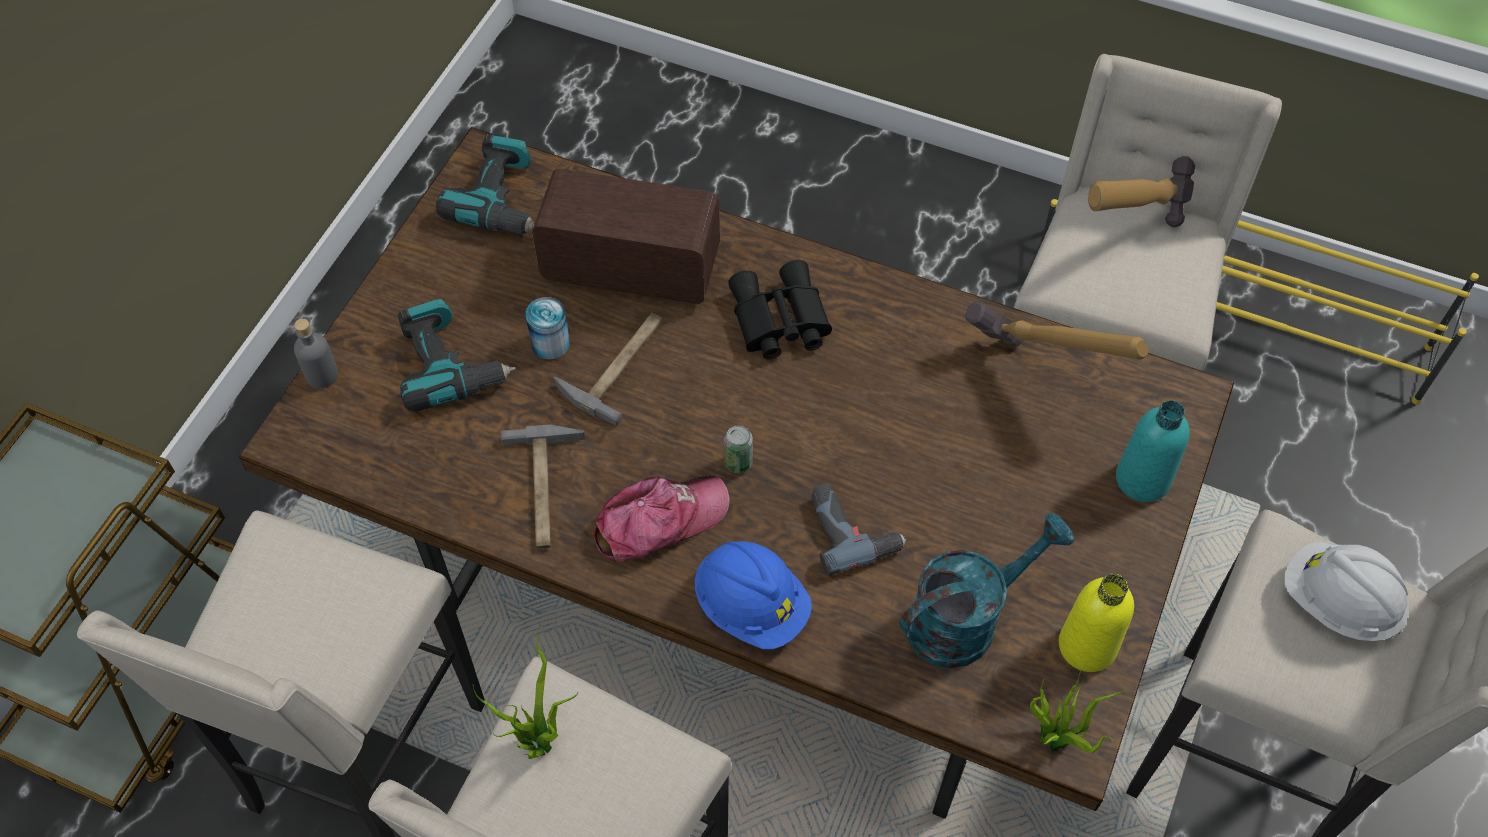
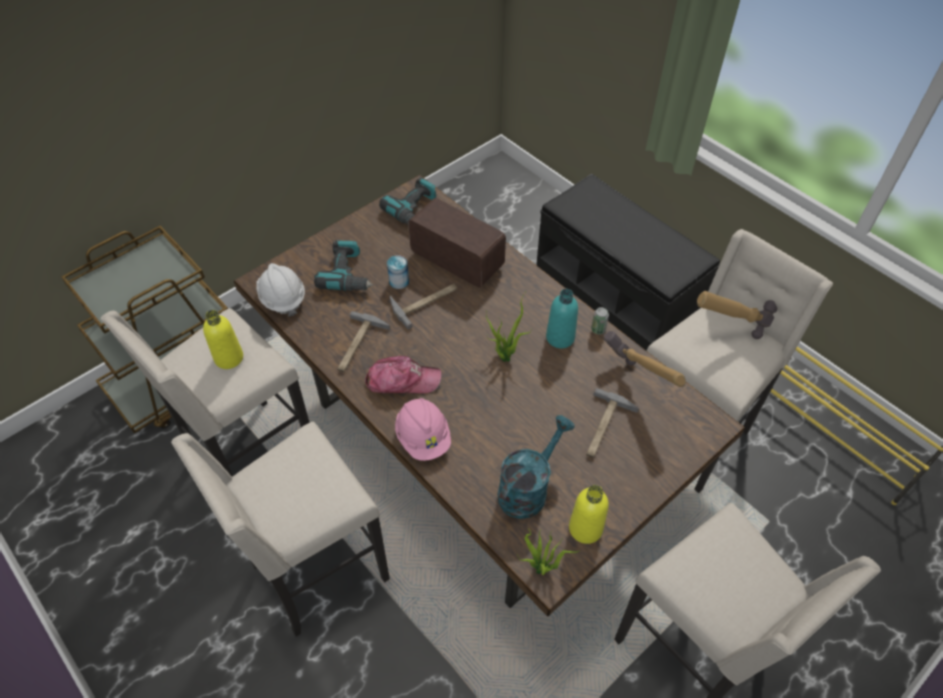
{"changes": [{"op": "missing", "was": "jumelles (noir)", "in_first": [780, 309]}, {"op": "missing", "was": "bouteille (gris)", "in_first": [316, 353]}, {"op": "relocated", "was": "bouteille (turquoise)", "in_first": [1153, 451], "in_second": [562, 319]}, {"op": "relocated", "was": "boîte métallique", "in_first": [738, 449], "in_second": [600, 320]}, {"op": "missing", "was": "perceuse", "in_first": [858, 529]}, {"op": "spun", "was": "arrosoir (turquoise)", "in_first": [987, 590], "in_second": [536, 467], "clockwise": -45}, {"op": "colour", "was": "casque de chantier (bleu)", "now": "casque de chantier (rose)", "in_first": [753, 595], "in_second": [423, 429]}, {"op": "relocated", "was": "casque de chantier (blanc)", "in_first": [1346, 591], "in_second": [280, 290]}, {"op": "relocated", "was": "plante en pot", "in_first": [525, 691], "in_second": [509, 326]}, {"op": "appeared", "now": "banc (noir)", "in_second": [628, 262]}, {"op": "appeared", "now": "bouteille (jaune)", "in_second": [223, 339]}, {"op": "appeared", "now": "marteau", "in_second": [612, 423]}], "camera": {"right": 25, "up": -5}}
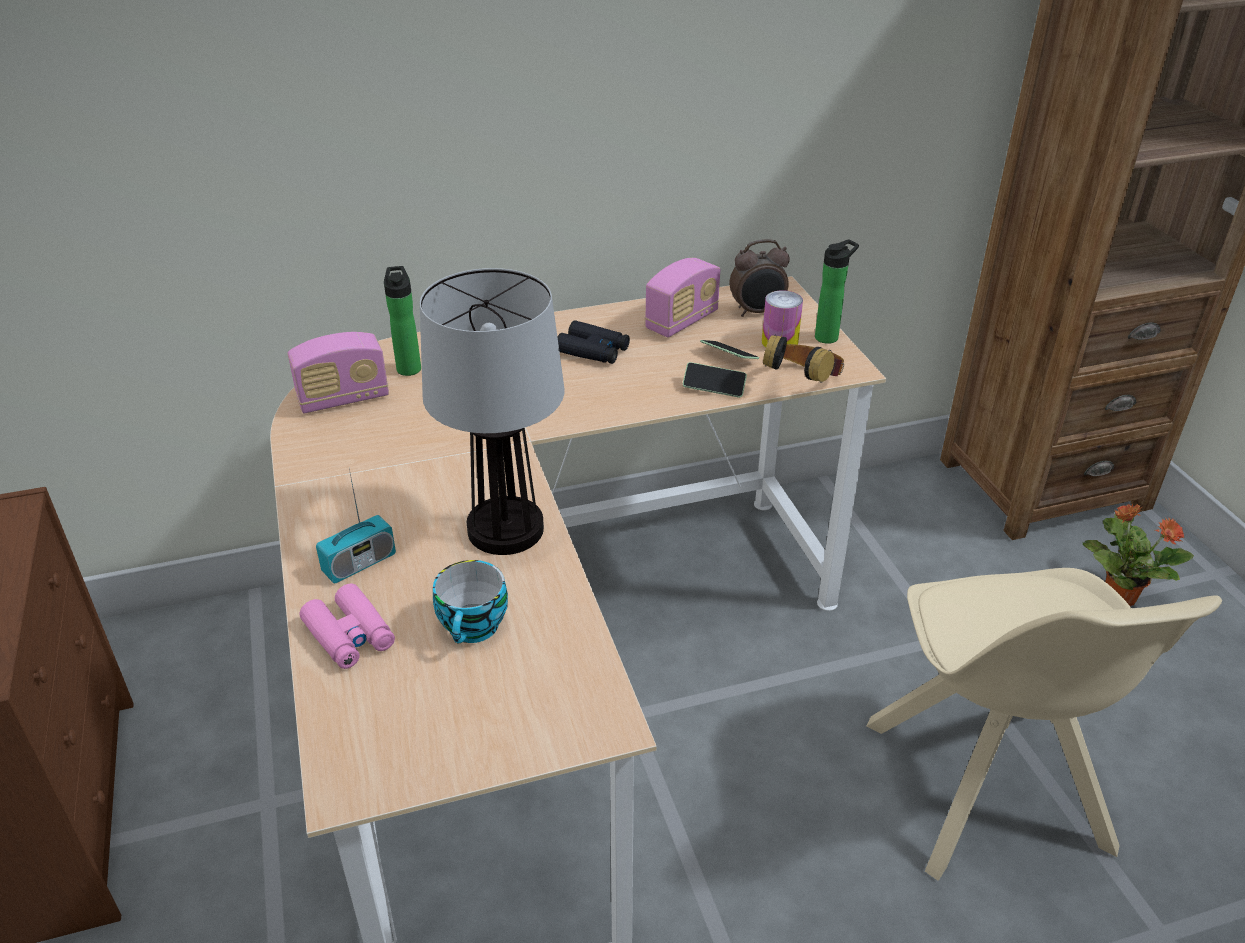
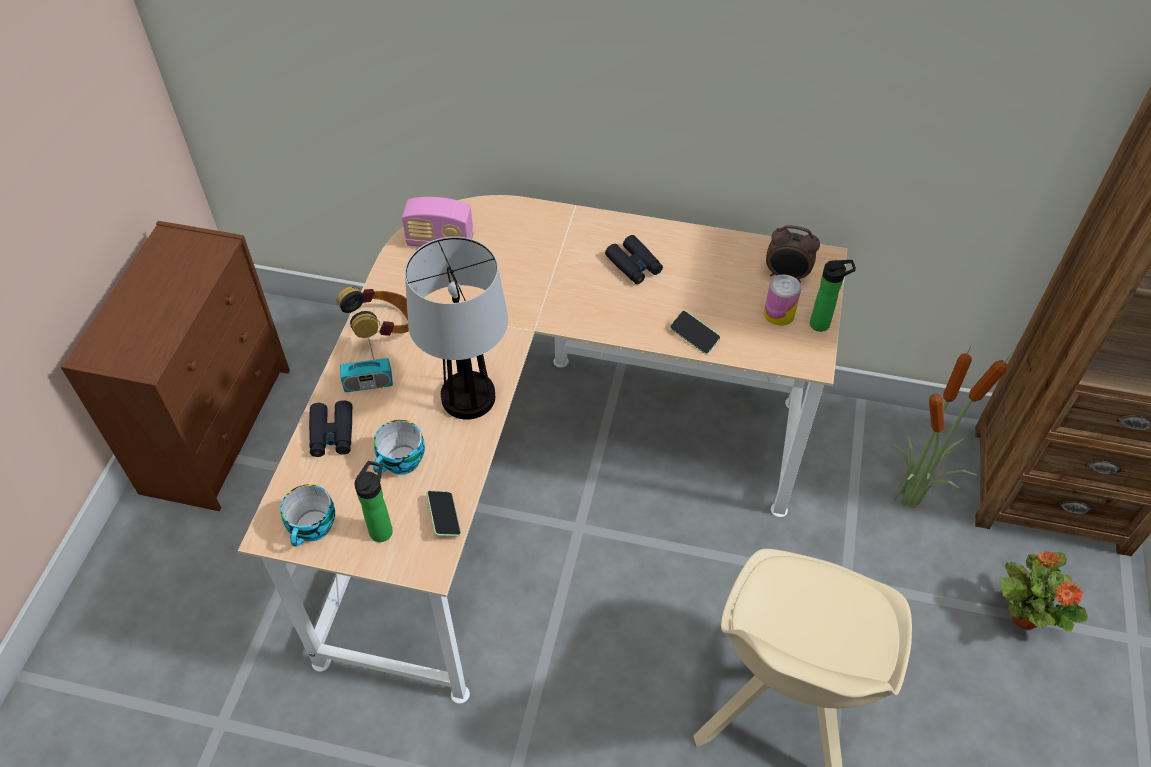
{"changes": [{"op": "missing", "was": "radio", "in_first": [682, 298]}, {"op": "relocated", "was": "bouteille", "in_first": [402, 321], "in_second": [373, 501]}, {"op": "relocated", "was": "casque audio", "in_first": [803, 358], "in_second": [373, 312]}, {"op": "relocated", "was": "téléphone", "in_first": [729, 349], "in_second": [444, 513]}, {"op": "colour", "was": "jumelles (rose)", "now": "jumelles (noir)", "in_first": [347, 626], "in_second": [330, 428]}, {"op": "appeared", "now": "plante en pot", "in_second": [952, 425]}, {"op": "appeared", "now": "tasse", "in_second": [307, 515]}], "camera": {"right": 30, "up": 15}}
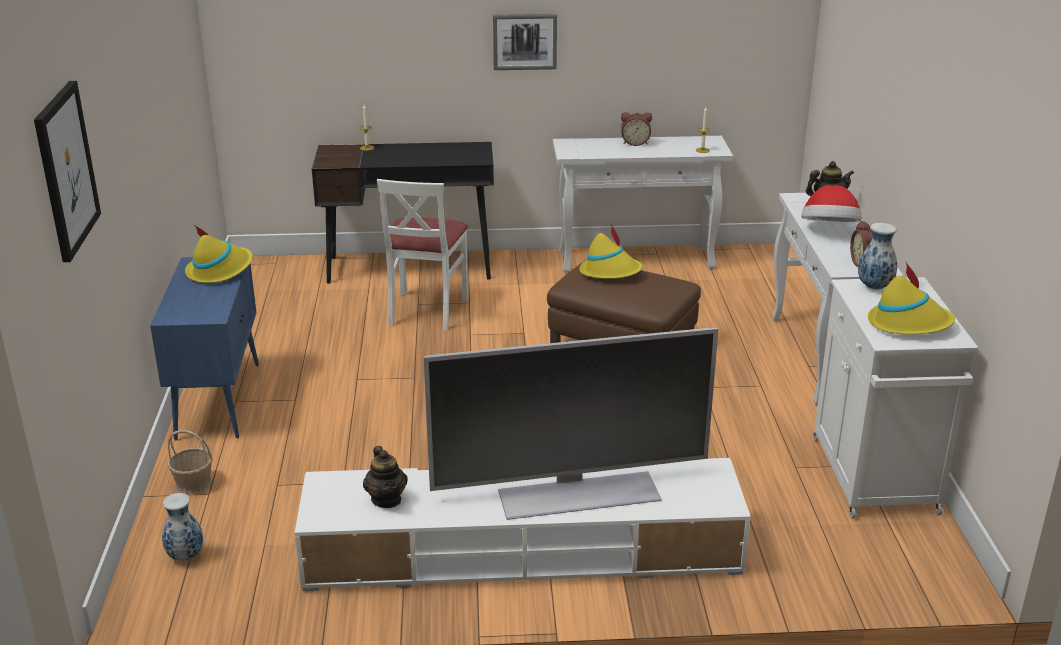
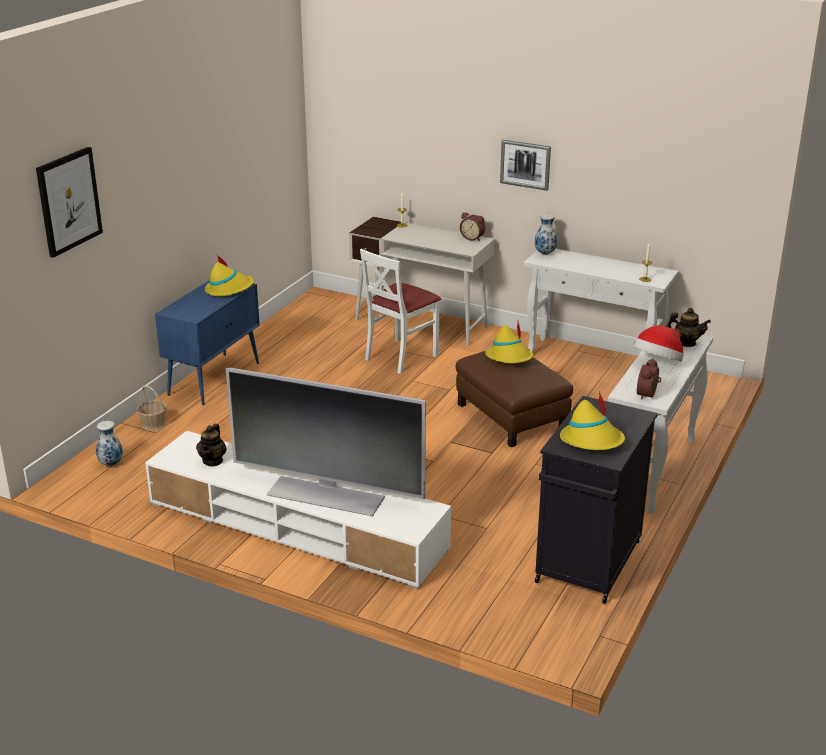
{"changes": [{"op": "relocated", "was": "réveil", "in_first": [636, 129], "in_second": [472, 226]}, {"op": "colour", "was": "bureau (noir)", "now": "bureau (blanc)", "in_first": [403, 213], "in_second": [422, 281]}, {"op": "relocated", "was": "vase", "in_first": [877, 256], "in_second": [546, 234]}, {"op": "colour", "was": "meuble de rangement (blanc)", "now": "meuble de rangement (noir)", "in_first": [896, 398], "in_second": [596, 500]}], "camera": {"right": 30, "up": 0}}
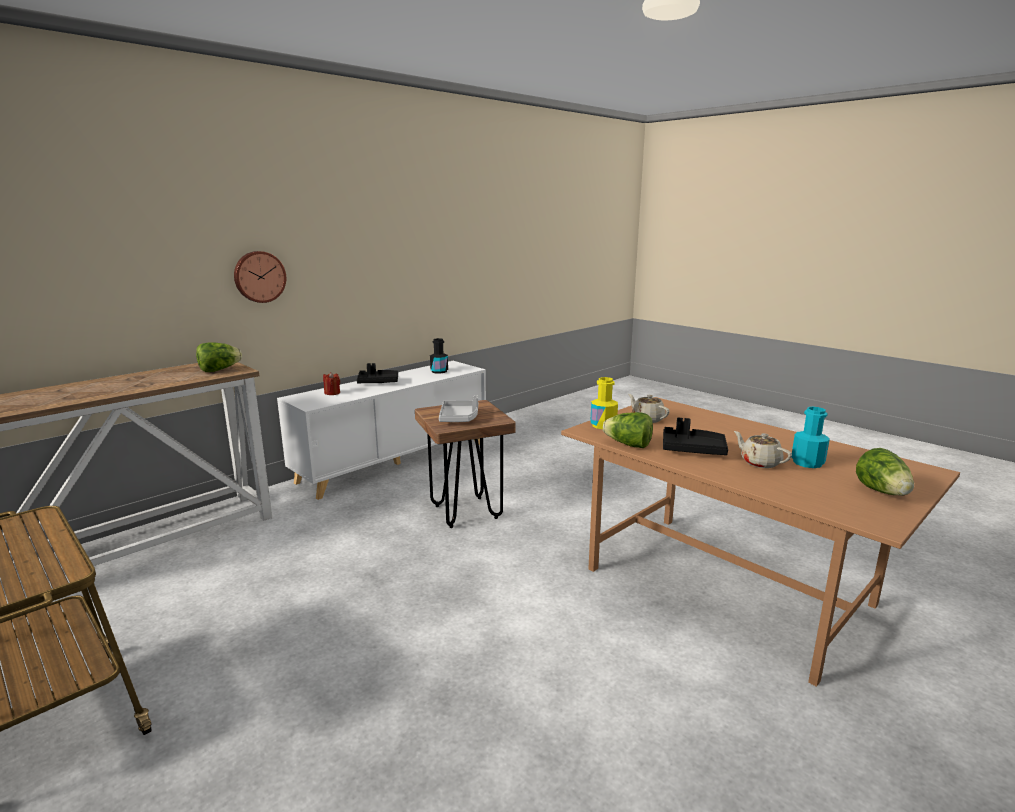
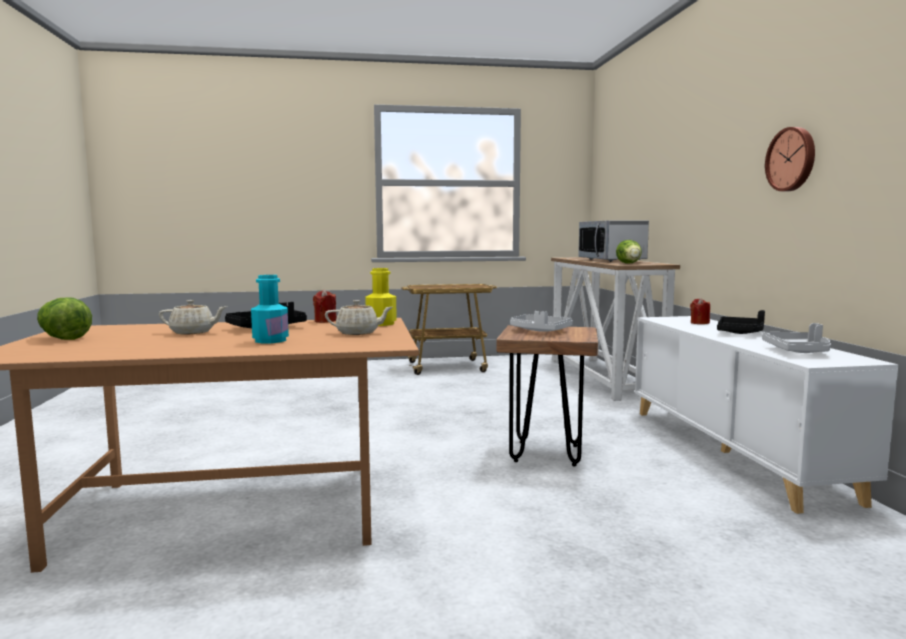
{"changes": [{"op": "relocated", "was": "horloge murale", "in_first": [260, 277], "in_second": [790, 159]}, {"op": "exchanged", "was": "bouteille (noir)", "now": "plateau (gris)", "in_first": [439, 356], "in_second": [796, 338]}, {"op": "relocated", "was": "bouteille (turquoise)", "in_first": [811, 437], "in_second": [270, 309]}, {"op": "exchanged", "was": "laitue", "now": "bougie (rouge)", "in_first": [628, 430], "in_second": [325, 306]}, {"op": "appeared", "now": "micro-ondes", "in_second": [613, 241]}], "camera": {"right": 125, "up": -10}}
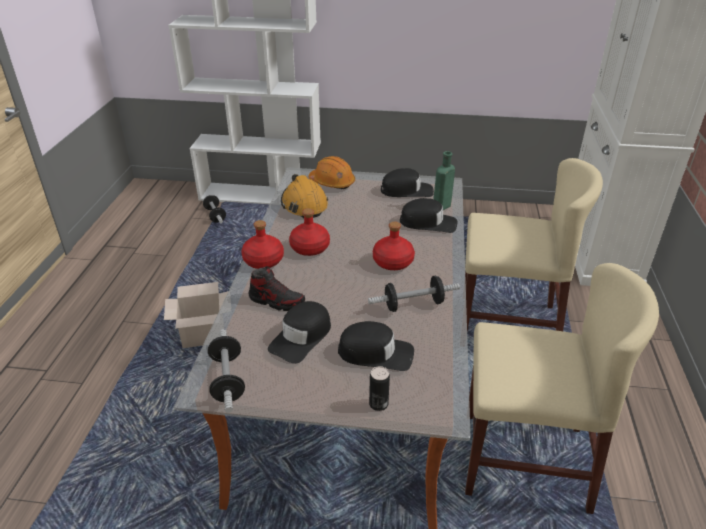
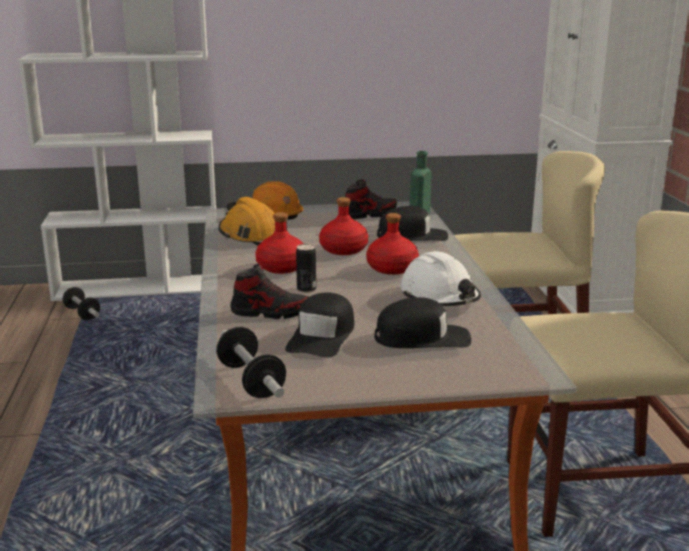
{"changes": [{"op": "exchanged", "was": "casquette (noir)", "now": "chaussure", "in_first": [407, 182], "in_second": [371, 199]}, {"op": "relocated", "was": "bouteille (rouge)", "in_first": [262, 244], "in_second": [343, 226]}, {"op": "exchanged", "was": "haltère", "now": "casque de chantier (blanc)", "in_first": [414, 294], "in_second": [440, 278]}, {"op": "missing", "was": "carton", "in_first": [196, 315]}, {"op": "relocated", "was": "boîte métallique", "in_first": [379, 388], "in_second": [306, 268]}], "camera": {"right": -15, "up": -15}}
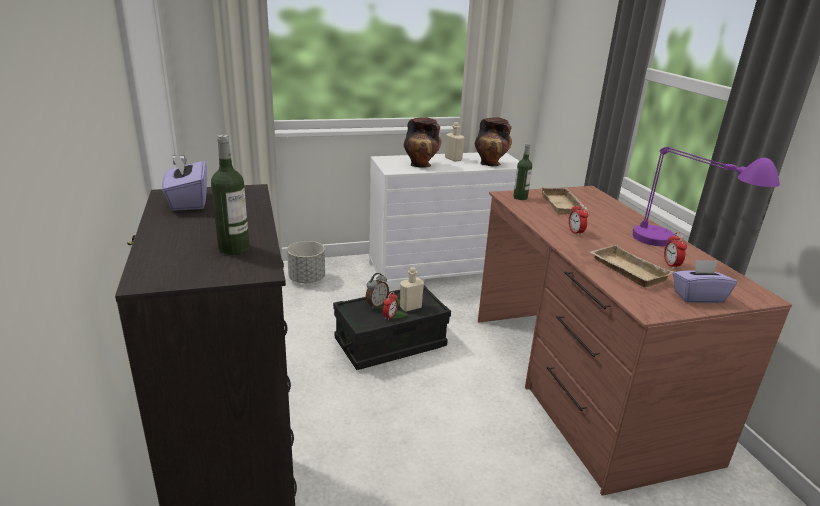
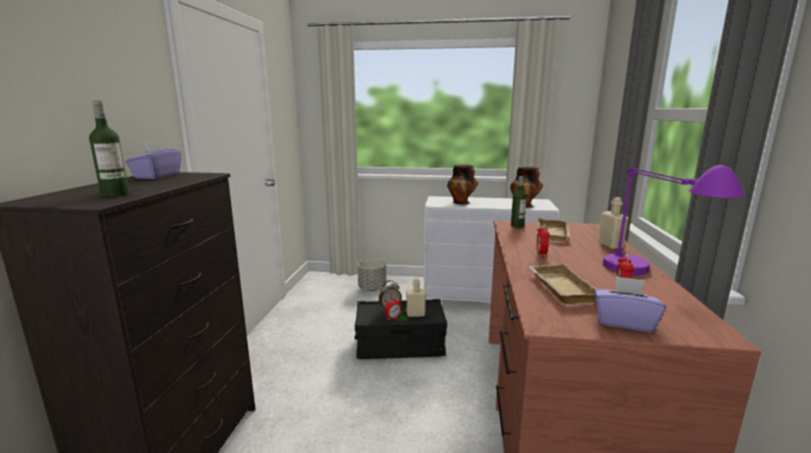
{"changes": [{"op": "relocated", "was": "bouteille (beige)", "in_first": [454, 141], "in_second": [613, 223]}], "camera": {"right": 25, "up": -10}}
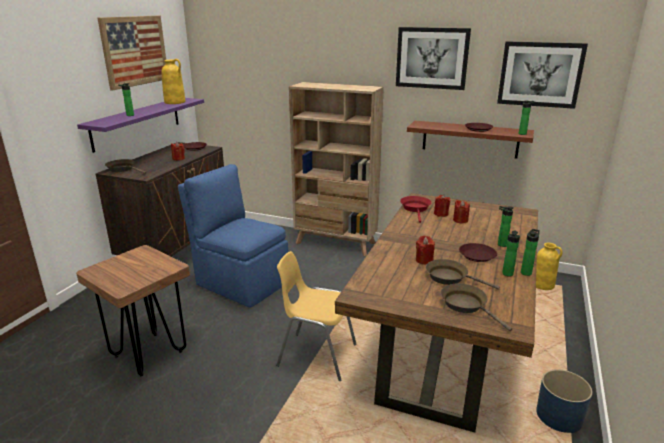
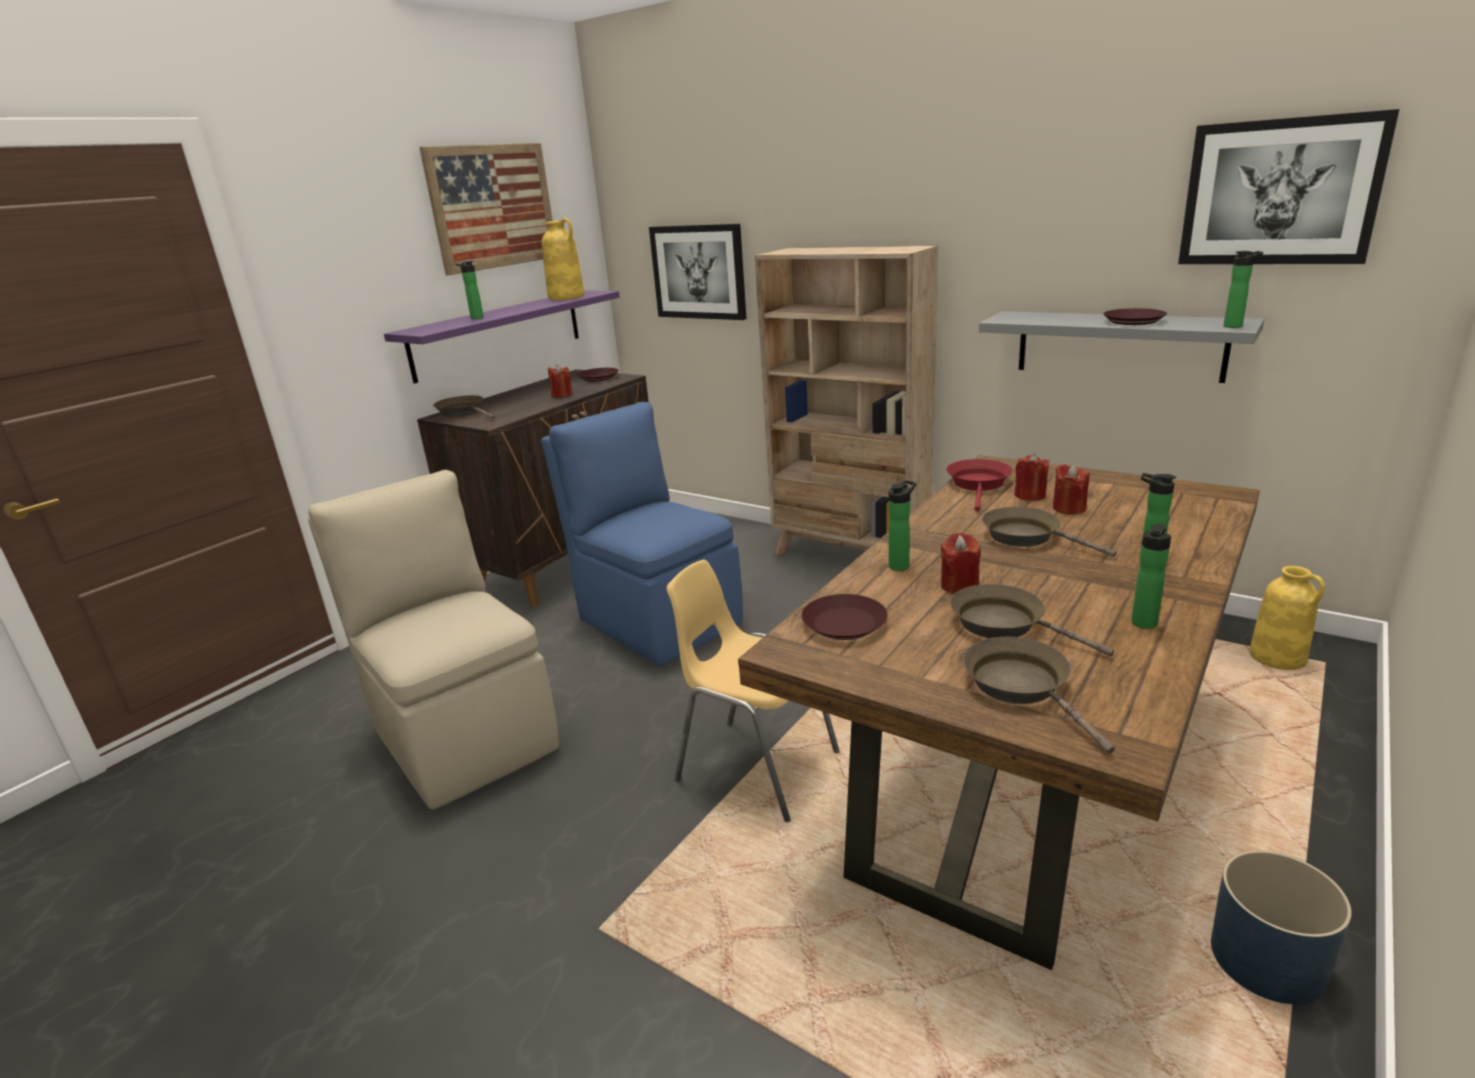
{"changes": [{"op": "relocated", "was": "tableau", "in_first": [433, 58], "in_second": [697, 272]}, {"op": "colour", "was": "étagère (marron)", "now": "étagère (gris)", "in_first": [470, 140], "in_second": [1121, 347]}, {"op": "relocated", "was": "bouteille", "in_first": [530, 252], "in_second": [902, 525]}, {"op": "relocated", "was": "assiette (marron)", "in_first": [478, 252], "in_second": [844, 617]}, {"op": "exchanged", "was": "tabouret (marron)", "now": "chaise (beige)", "in_first": [133, 310], "in_second": [433, 639]}, {"op": "appeared", "now": "poêle (marron)", "in_second": [1049, 532]}], "camera": {"right": 15, "up": 0}}
